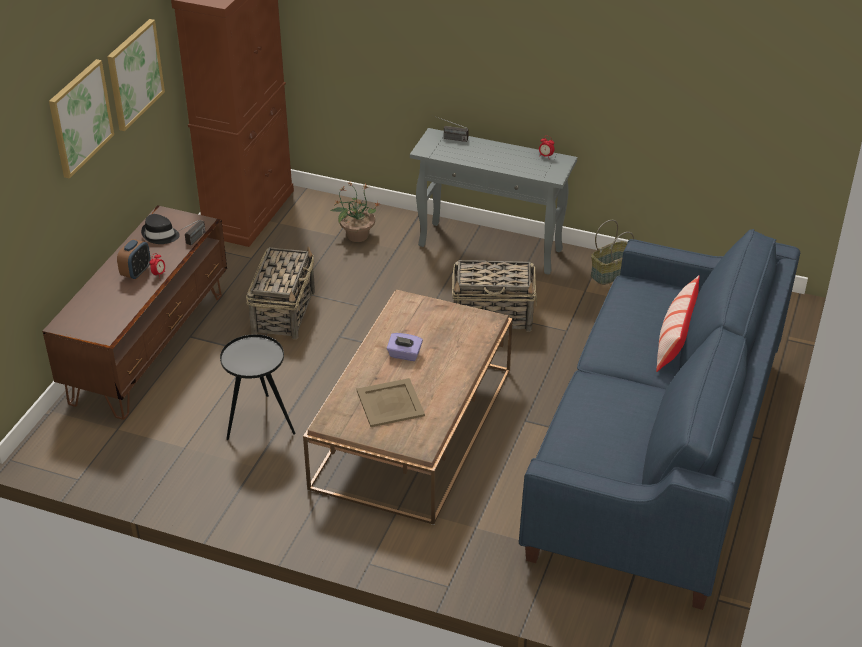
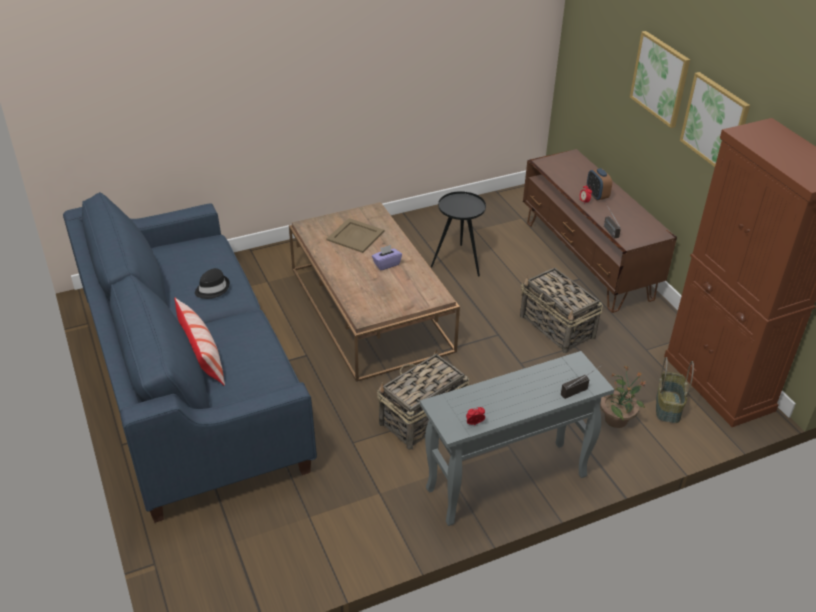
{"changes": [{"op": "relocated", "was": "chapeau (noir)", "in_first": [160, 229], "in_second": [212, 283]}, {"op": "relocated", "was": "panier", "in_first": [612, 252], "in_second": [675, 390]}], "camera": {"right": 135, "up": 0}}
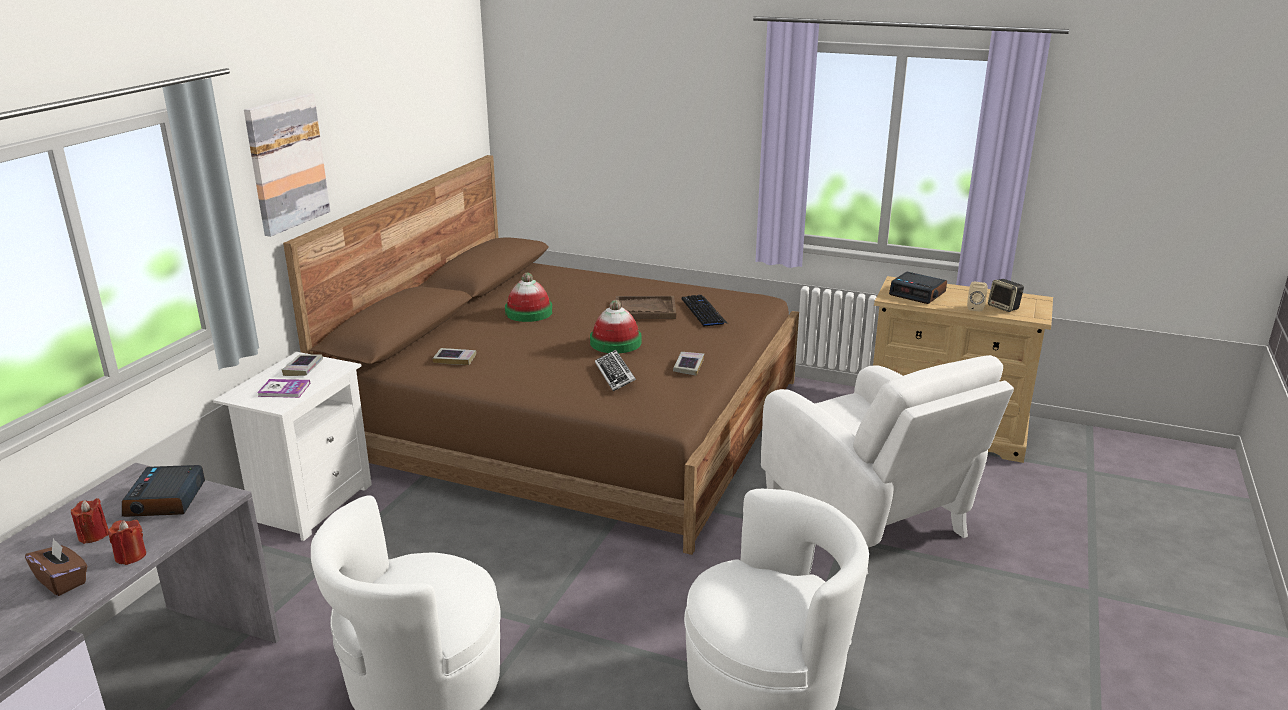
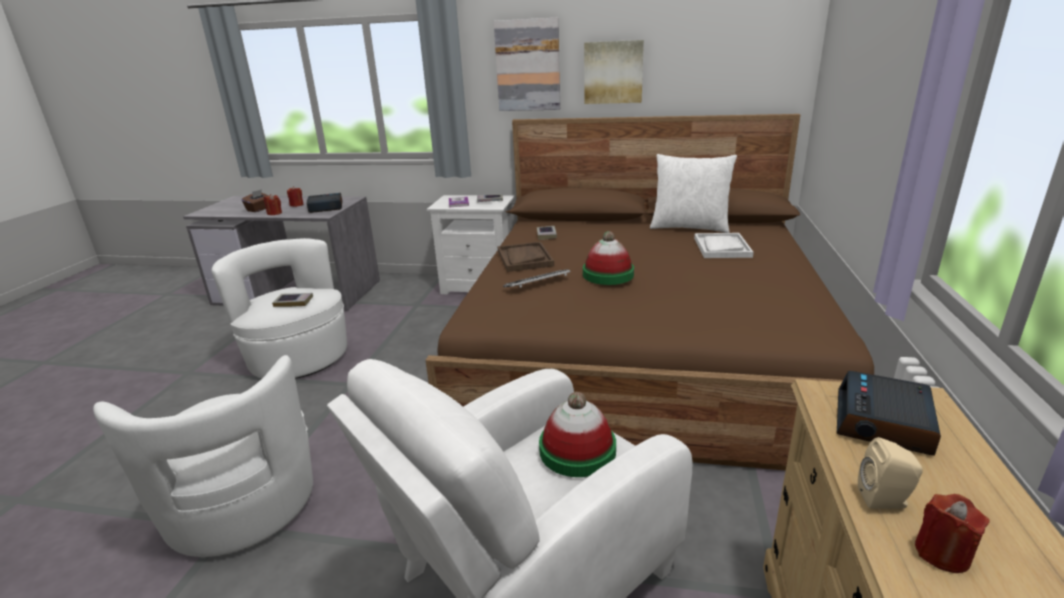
{"changes": [{"op": "relocated", "was": "chapeau", "in_first": [529, 297], "in_second": [577, 434]}, {"op": "exchanged", "was": "enceinte", "now": "bougie (rouge)", "in_first": [1006, 295], "in_second": [952, 533]}, {"op": "missing", "was": "clavier", "in_first": [705, 310]}, {"op": "relocated", "was": "plateau (marron)", "in_first": [646, 307], "in_second": [526, 257]}, {"op": "relocated", "was": "livre", "in_first": [688, 364], "in_second": [292, 300]}, {"op": "appeared", "now": "tableau", "in_second": [614, 72]}, {"op": "appeared", "now": "coussin (blanc)", "in_second": [693, 193]}, {"op": "appeared", "now": "plateau (blanc)", "in_second": [724, 245]}], "camera": {"right": 80, "up": 0}}
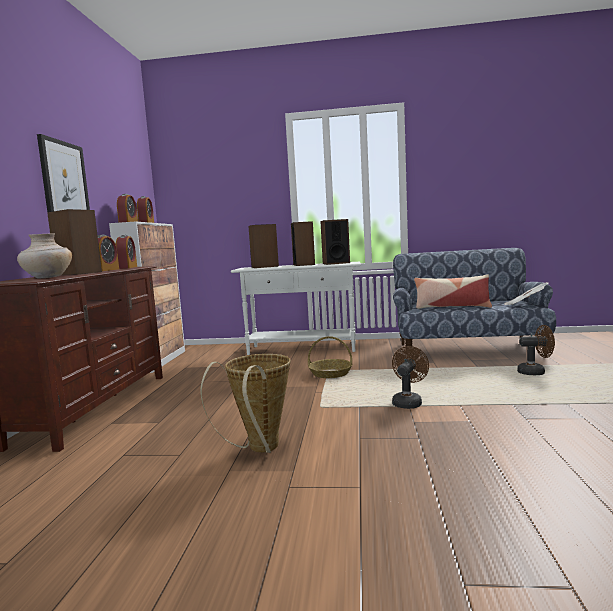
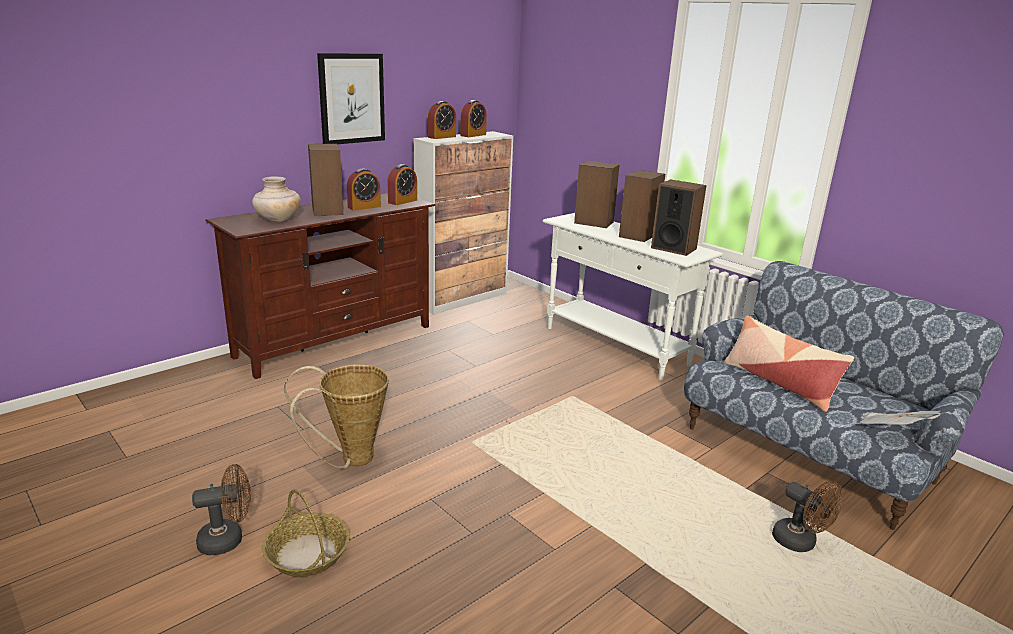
{"changes": [{"op": "relocated", "was": "panier", "in_first": [330, 357], "in_second": [306, 533]}, {"op": "relocated", "was": "ventilateur (marron)", "in_first": [410, 377], "in_second": [221, 509]}], "camera": {"right": 40, "up": 15}}
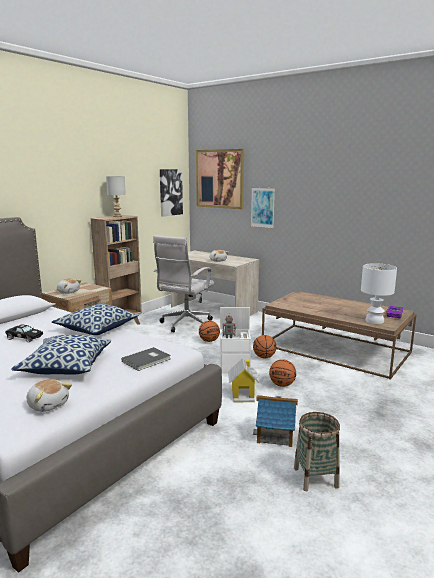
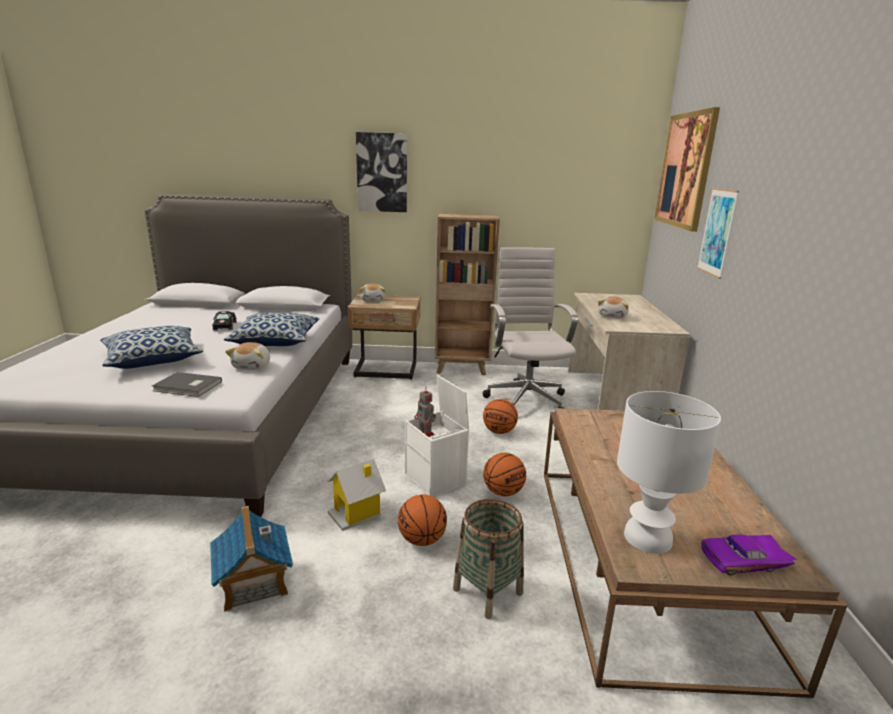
{"changes": [{"op": "relocated", "was": "tableau", "in_first": [171, 193], "in_second": [381, 172]}, {"op": "missing", "was": "lampe de table (gris)", "in_first": [116, 196]}, {"op": "spun", "was": "chaise de bureau (blanc)", "in_first": [183, 284], "in_second": [530, 327], "clockwise": 90}, {"op": "relocated", "was": "peluche", "in_first": [49, 395], "in_second": [247, 356]}, {"op": "relocated", "was": "panier", "in_first": [317, 451], "in_second": [488, 559]}], "camera": {"right": 55, "up": 5}}
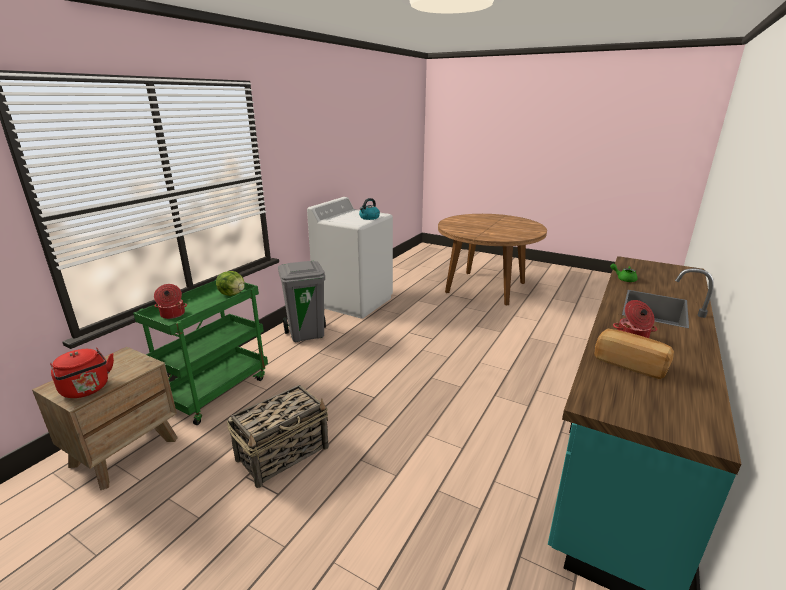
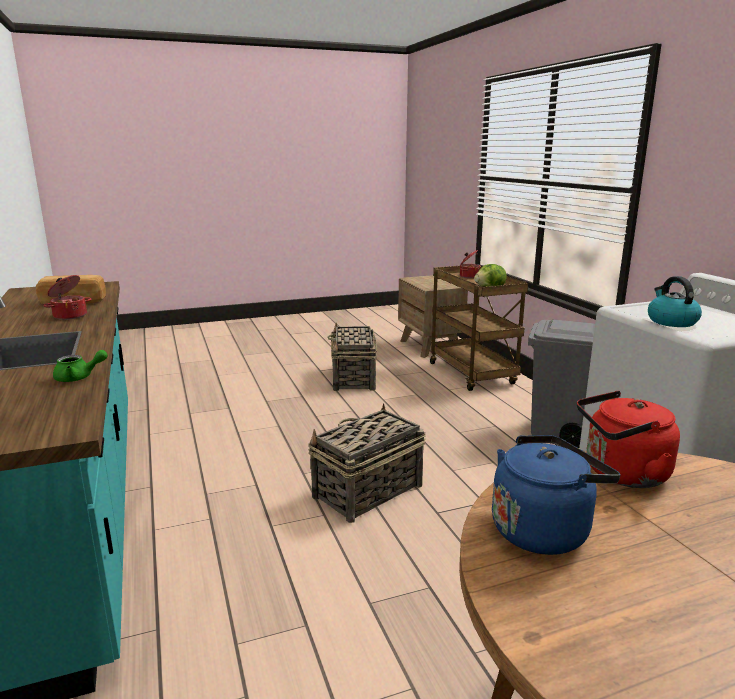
{"changes": [{"op": "colour", "was": "chariot (vert)", "now": "chariot (marron)", "in_first": [200, 352], "in_second": [479, 328]}, {"op": "relocated", "was": "bouilloire (rouge)", "in_first": [82, 373], "in_second": [628, 439]}, {"op": "appeared", "now": "panier", "in_second": [367, 463]}, {"op": "appeared", "now": "bouilloire (bleu)", "in_second": [556, 495]}], "camera": {"right": 130, "up": -5}}
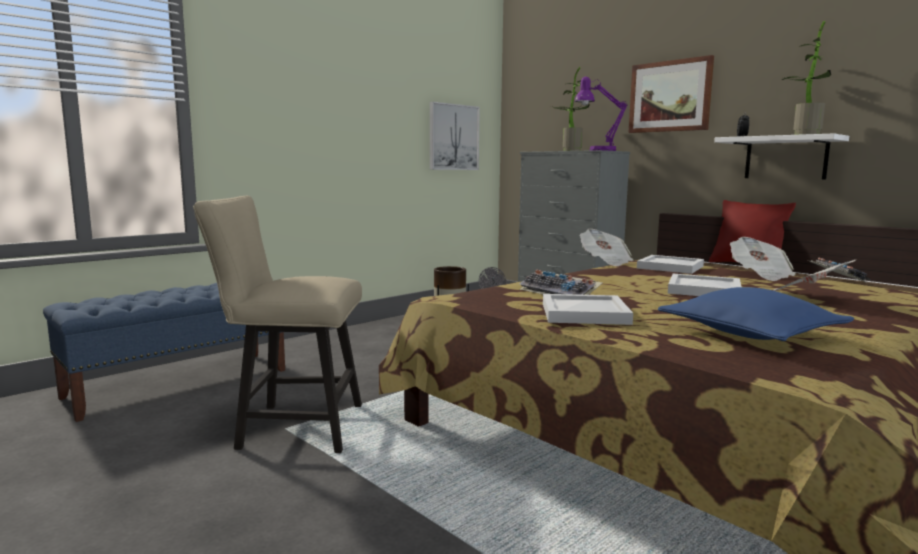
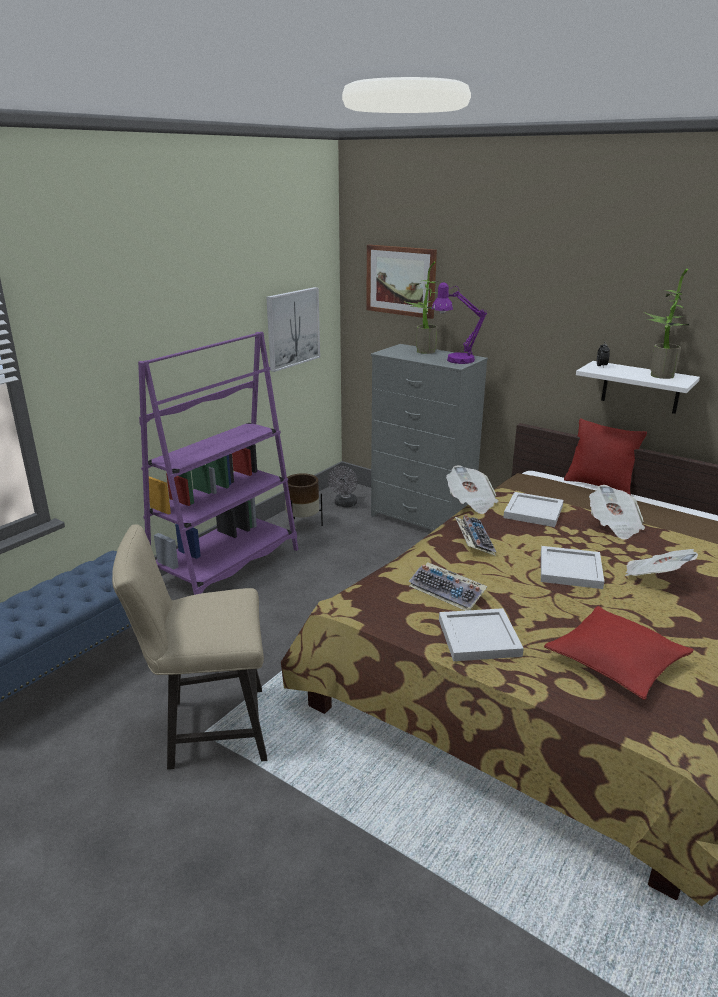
{"changes": [{"op": "relocated", "was": "tableau", "in_first": [671, 94], "in_second": [401, 282]}, {"op": "relocated", "was": "clavier", "in_first": [839, 270], "in_second": [476, 535]}, {"op": "colour", "was": "coussin (bleu)", "now": "coussin (rouge)", "in_first": [756, 314], "in_second": [619, 653]}, {"op": "appeared", "now": "bibliothèque (violet)", "in_second": [218, 463]}], "camera": {"right": -10, "up": 15}}
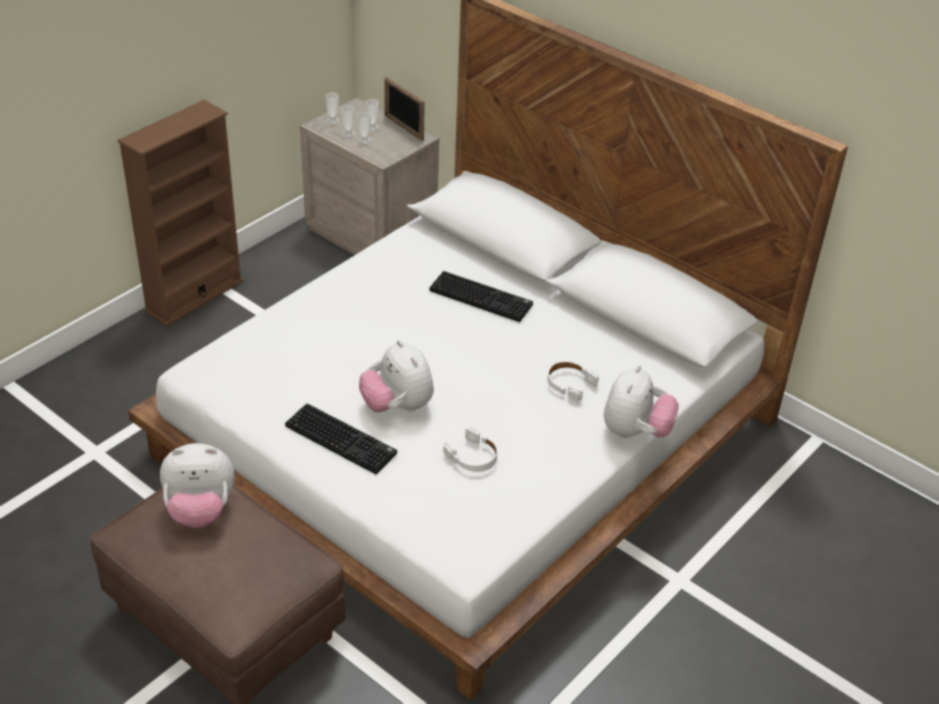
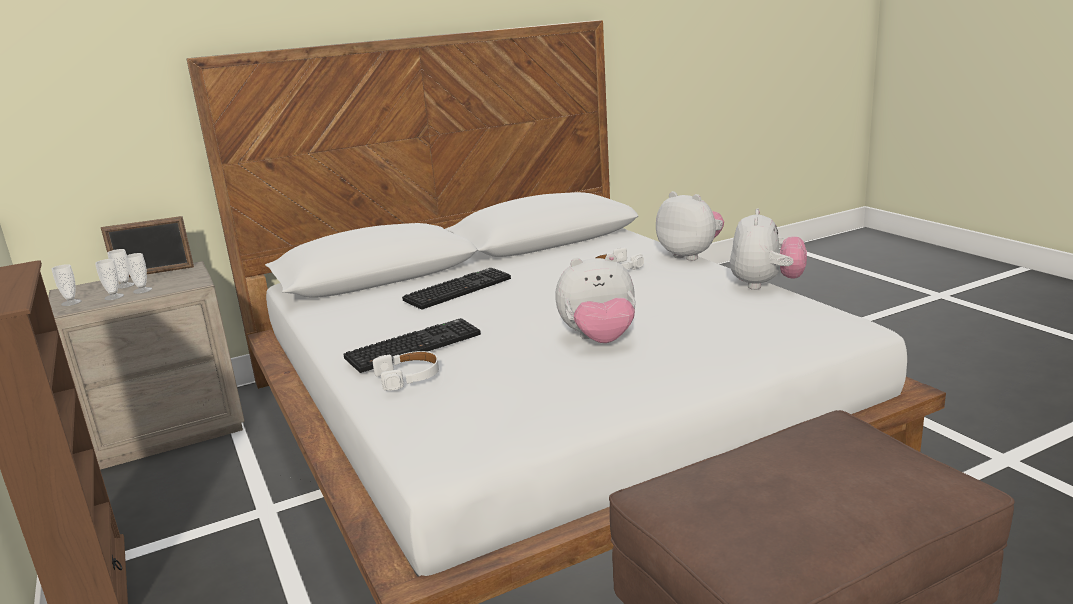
{"changes": [{"op": "relocated", "was": "clavier", "in_first": [341, 438], "in_second": [412, 345]}, {"op": "relocated", "was": "casque audio (blanc)", "in_first": [470, 449], "in_second": [406, 371]}, {"op": "relocated", "was": "peluche", "in_first": [197, 485], "in_second": [768, 249]}], "camera": {"right": -65, "up": -20}}
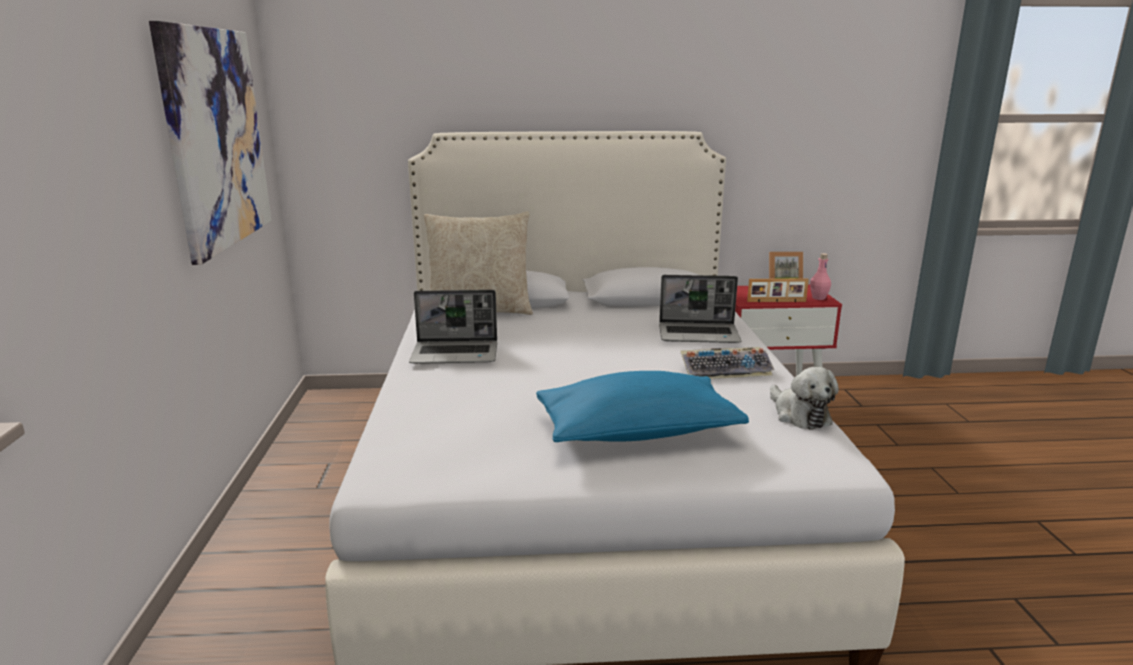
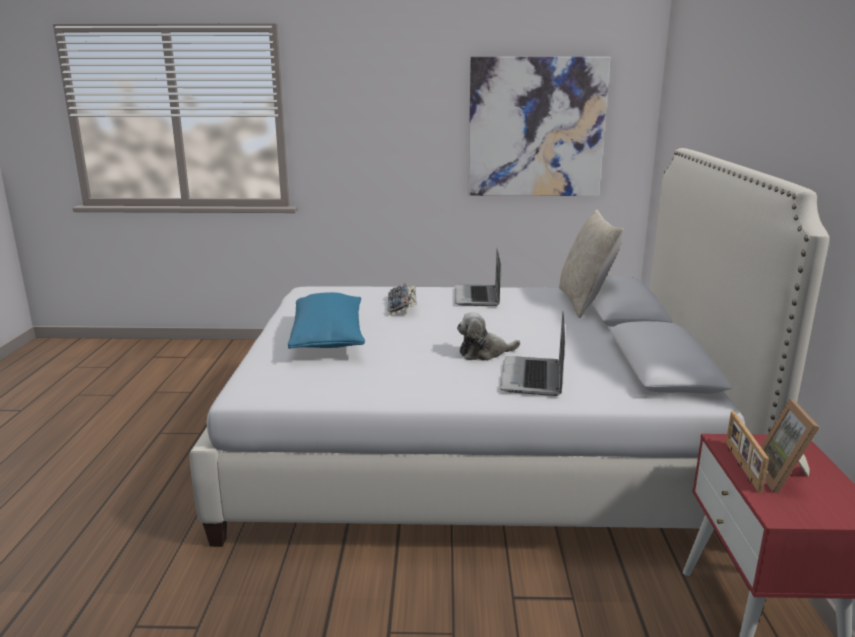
{"changes": [{"op": "missing", "was": "bouteille (rose)", "in_first": [820, 276]}, {"op": "relocated", "was": "clavier", "in_first": [727, 363], "in_second": [402, 299]}, {"op": "relocated", "was": "peluche", "in_first": [804, 398], "in_second": [488, 336]}], "camera": {"right": 95, "up": 0}}
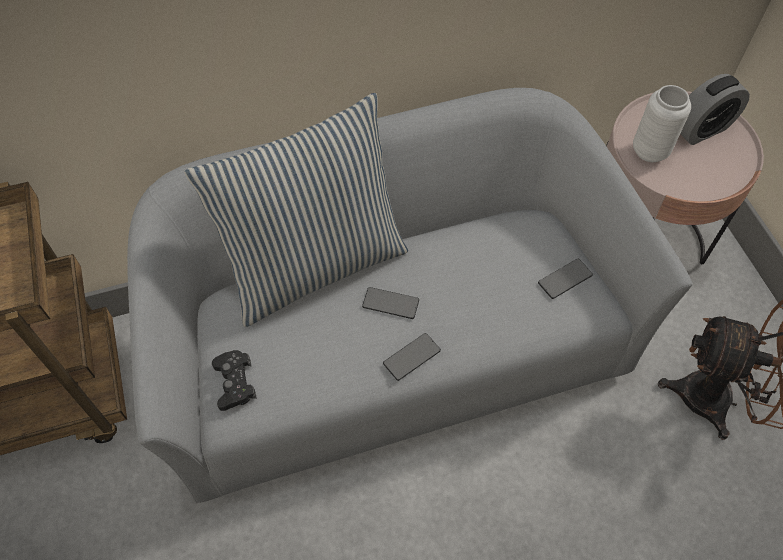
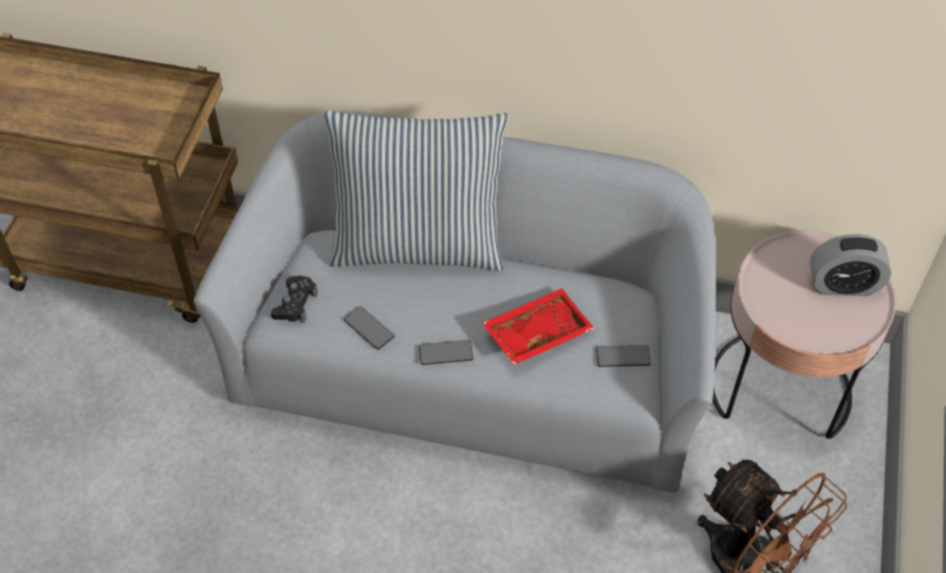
{"changes": [{"op": "missing", "was": "vase (blanc)", "in_first": [662, 123]}, {"op": "relocated", "was": "téléphone", "in_first": [390, 303], "in_second": [369, 328]}, {"op": "appeared", "now": "plateau (rouge)", "in_second": [538, 326]}], "camera": {"right": 30, "up": -5}}
